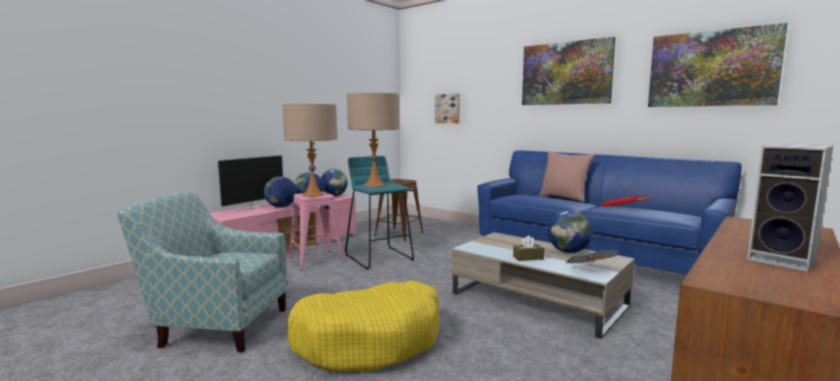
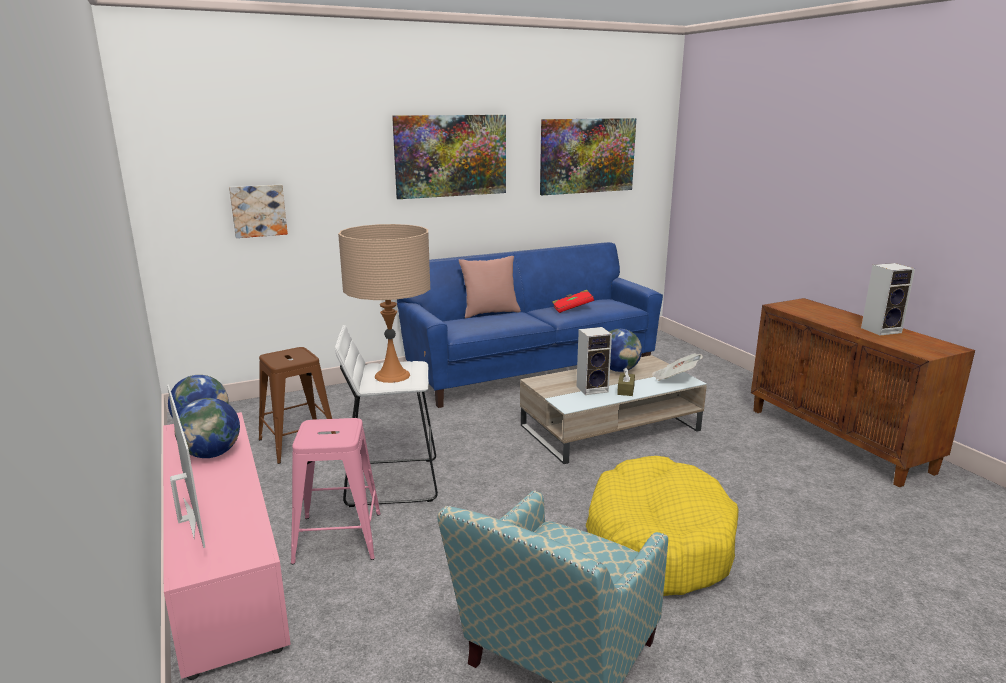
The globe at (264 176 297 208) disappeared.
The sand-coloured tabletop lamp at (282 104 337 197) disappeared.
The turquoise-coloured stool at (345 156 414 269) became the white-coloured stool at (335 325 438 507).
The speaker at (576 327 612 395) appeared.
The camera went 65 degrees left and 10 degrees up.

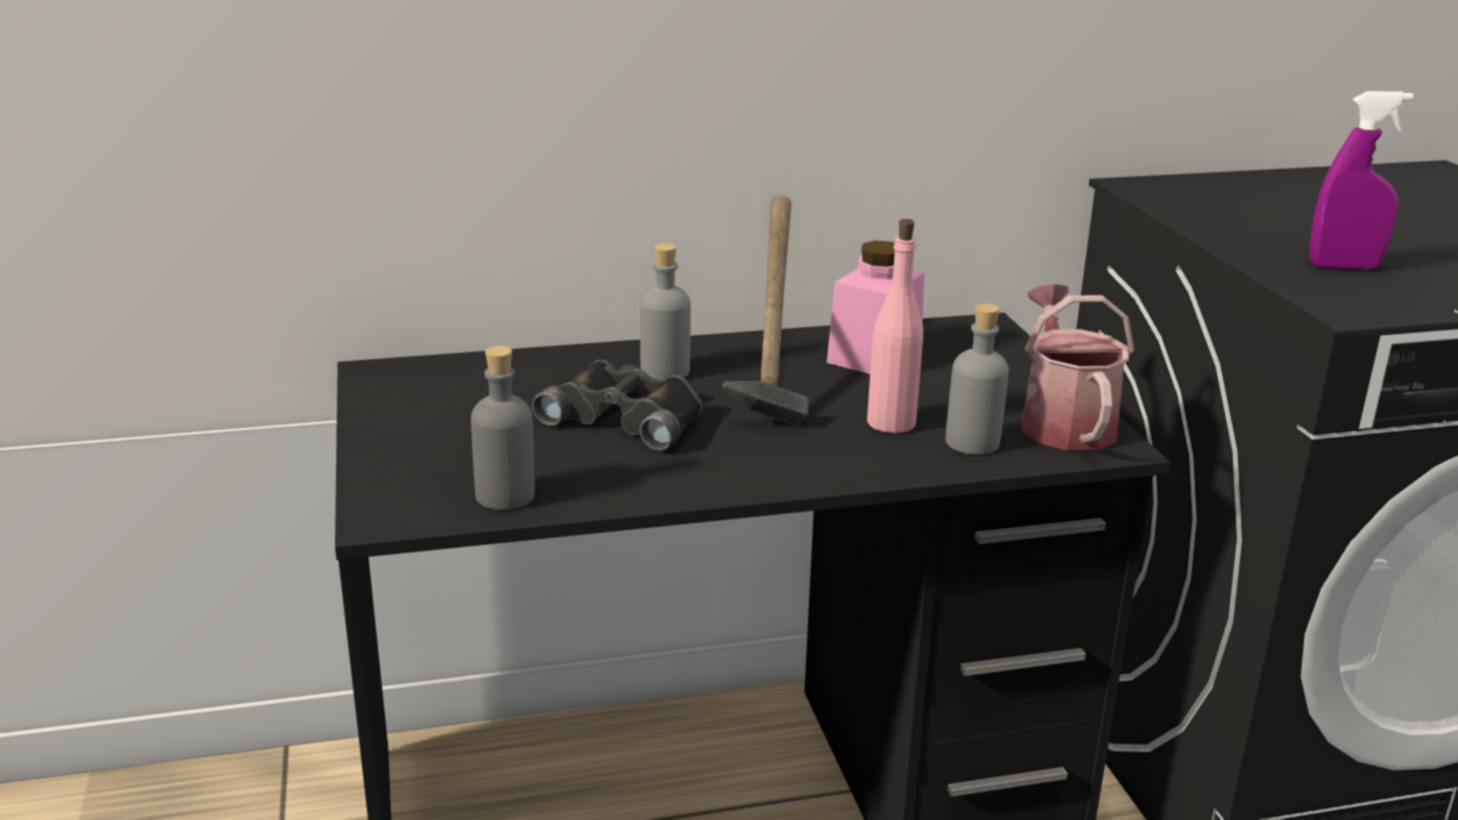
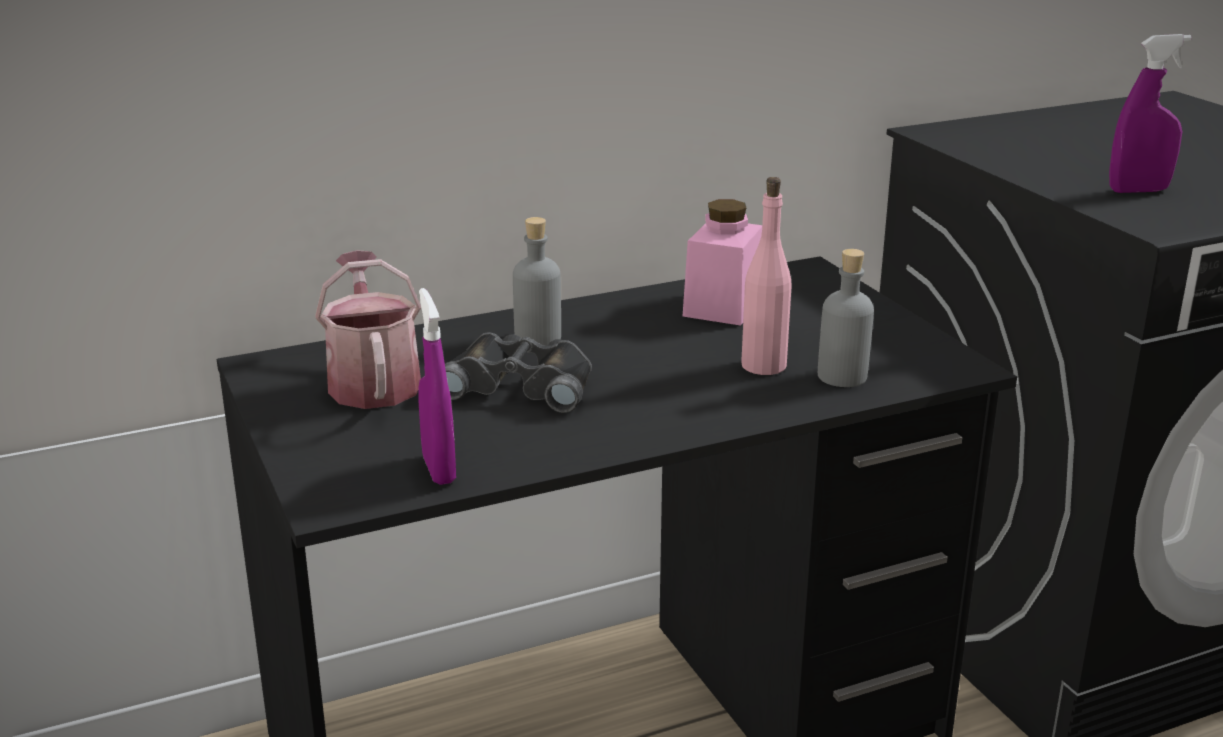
The greyish beverage bottle at (471 346 535 510) was replaced by the purple hand sprayer at (418 288 456 485).
The tool hammer at (722 196 809 425) disappeared.
The watering can moved from (1021 284 1135 451) to (315 250 421 409).
The camera went 10 degrees left and 0 degrees up.

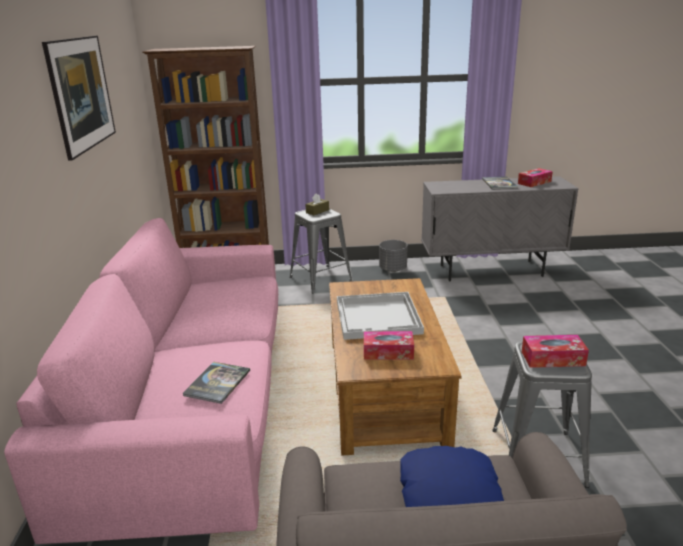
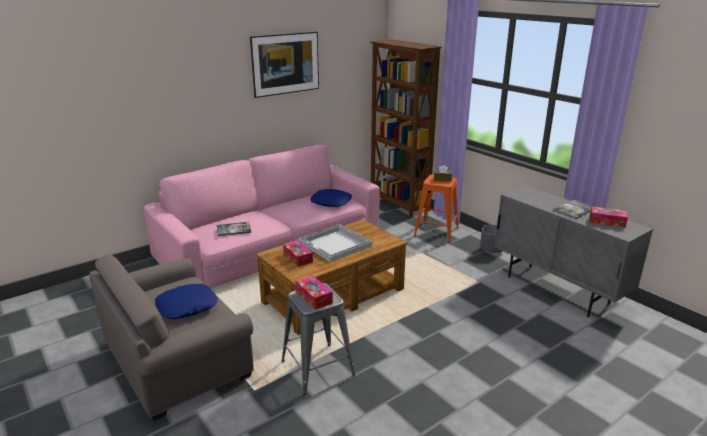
The greyish stool at (290 209 352 293) became the orange stool at (414 175 459 243).
The blue pillow at (310 189 352 207) appeared.
The camera went 55 degrees right and 0 degrees up.

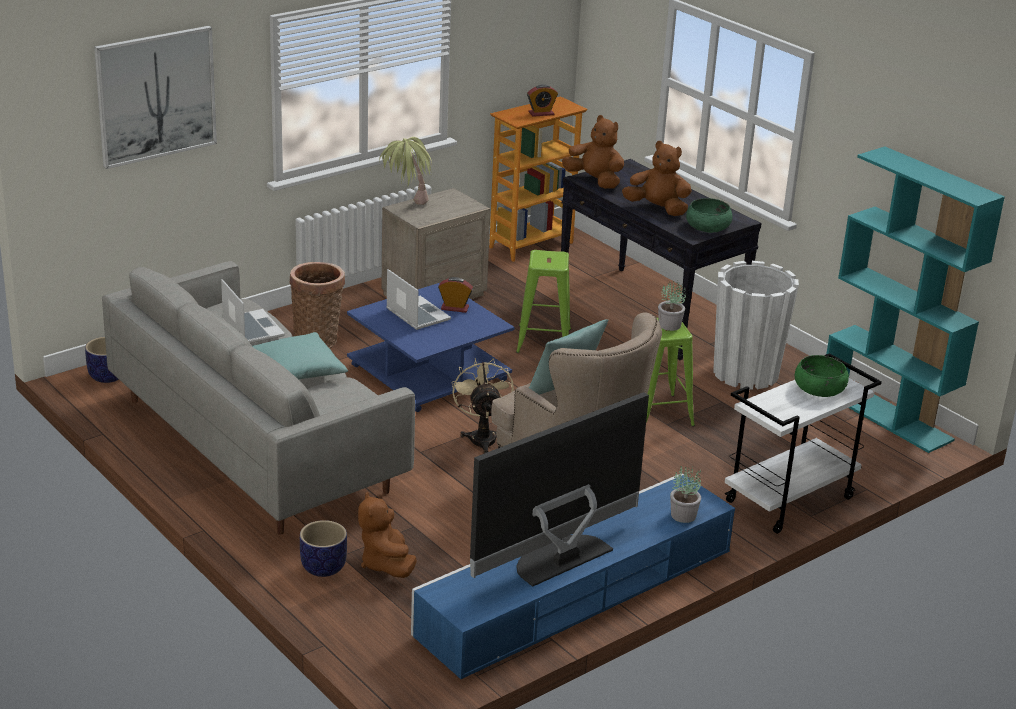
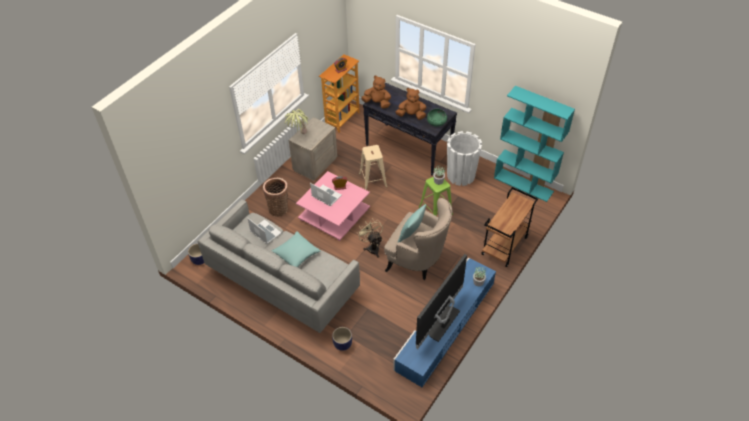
The wall art at (94 26 217 169) disappeared.
The blue coffee table at (347 283 515 412) became the pink coffee table at (296 171 370 241).
The brown cuddly toy at (358 492 417 578) disappeared.
The greenish stool at (516 250 571 353) became the sand-coloured stool at (359 145 387 190).
The white-coloured wheeled cart at (725 353 882 534) became the brown wheeled cart at (481 187 538 267).
The greenish deep dish at (795 355 849 397) disappeared.
The camera went 15 degrees left and 20 degrees up.

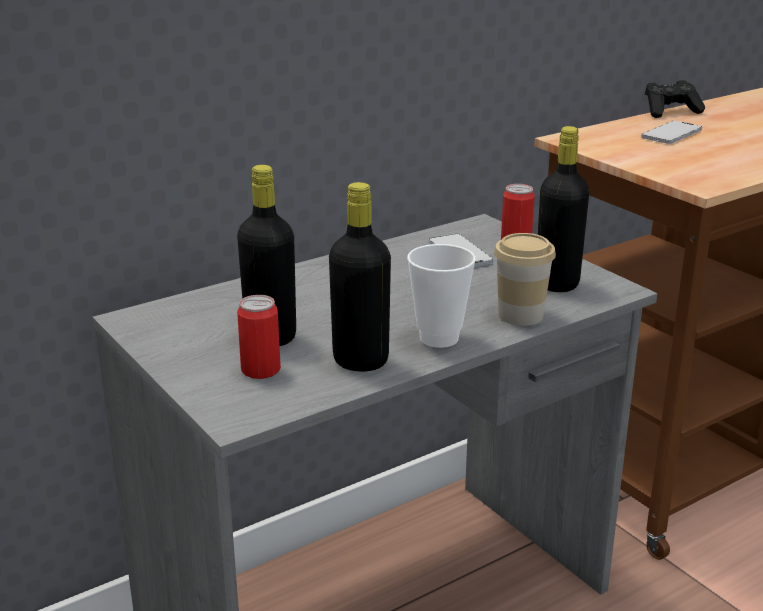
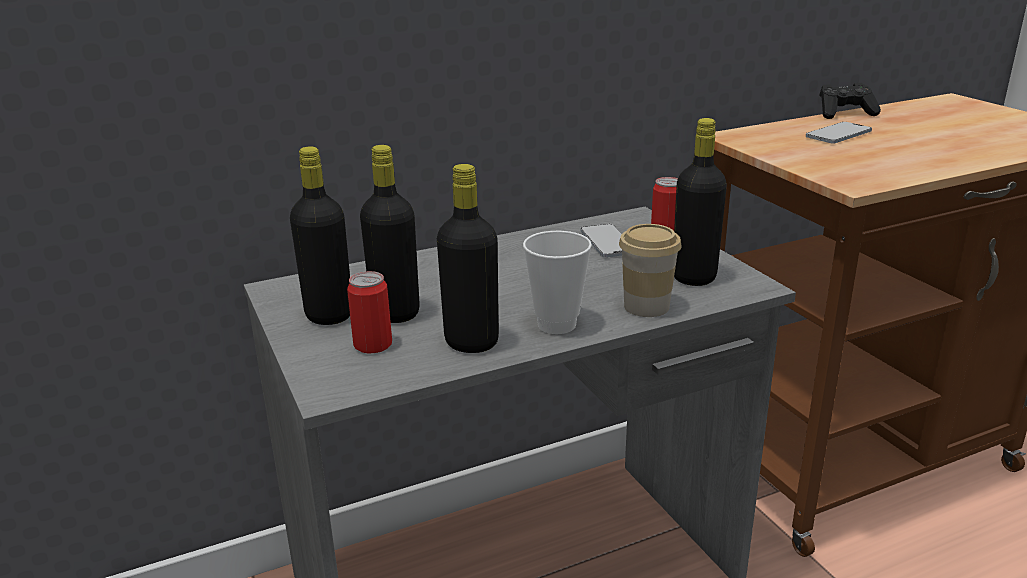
The blackish beverage bottle at (290 146 350 325) appeared.
The camera went 10 degrees right and 0 degrees up.

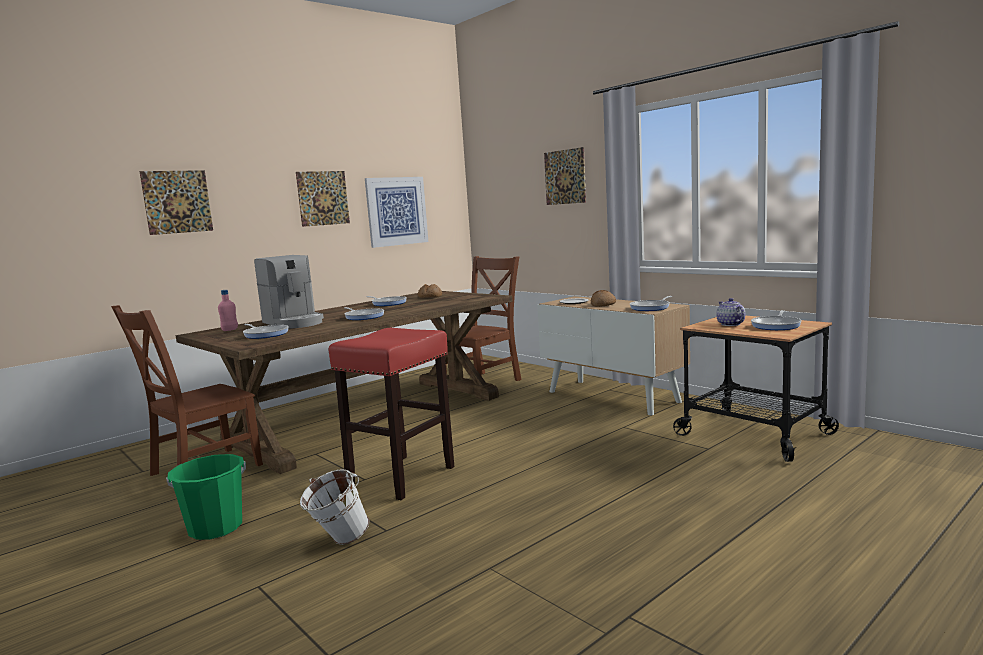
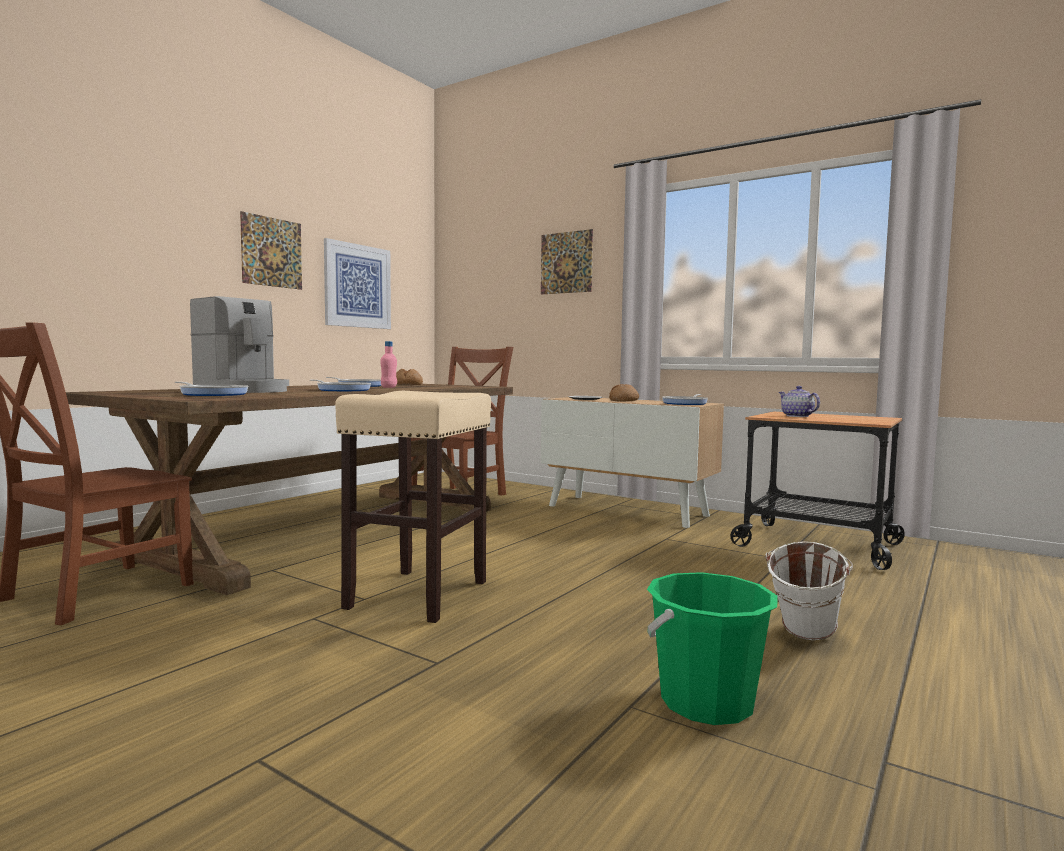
The wall art at (139 170 213 235) disappeared.
The greenish water bucket moved from (166 454 246 540) to (647 572 778 725).
The pink beverage bottle moved from (218 290 238 331) to (381 341 397 388).
The white-coloured water bucket moved from (300 469 369 545) to (765 541 853 640).
The red stool at (329 328 454 500) became the sand-coloured stool at (335 391 491 623).
The pan at (751 310 802 330) disappeared.
The camera went 15 degrees left and 5 degrees down.

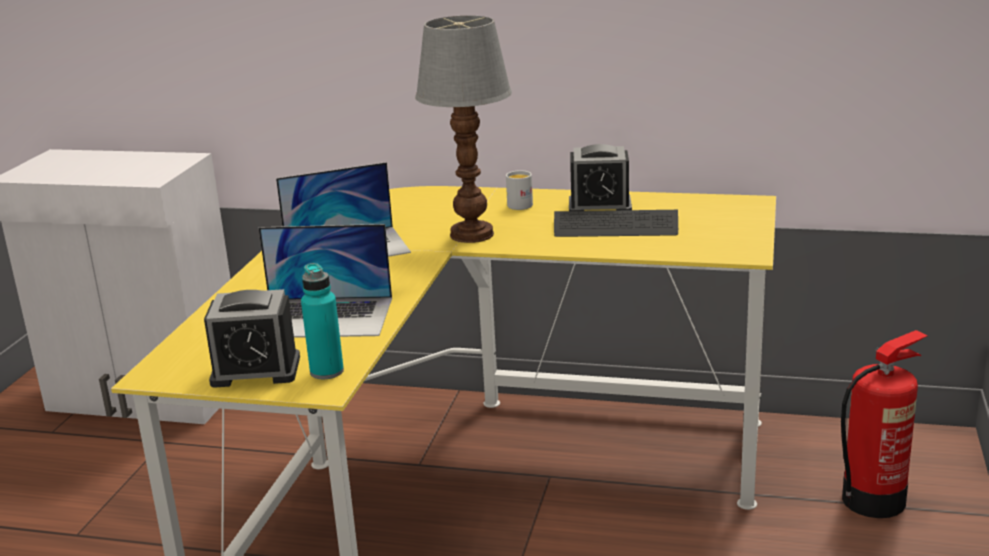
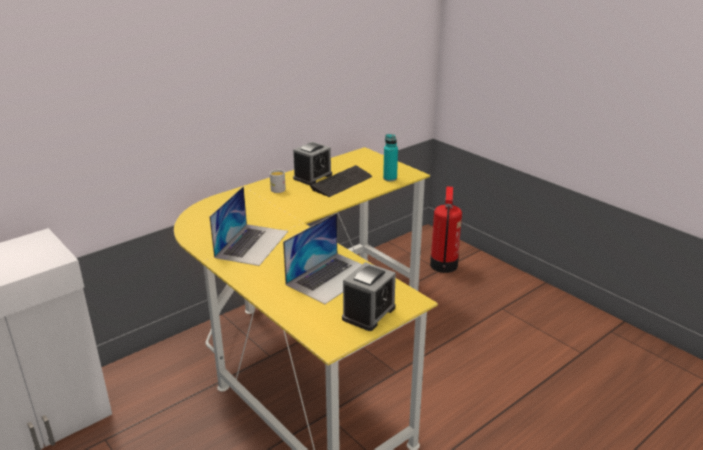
The turquoise-coloured beverage bottle moved from (301 263 344 379) to (383 134 398 181).
The tabletop lamp at (415 15 512 243) disappeared.
The camera went 55 degrees left and 5 degrees up.

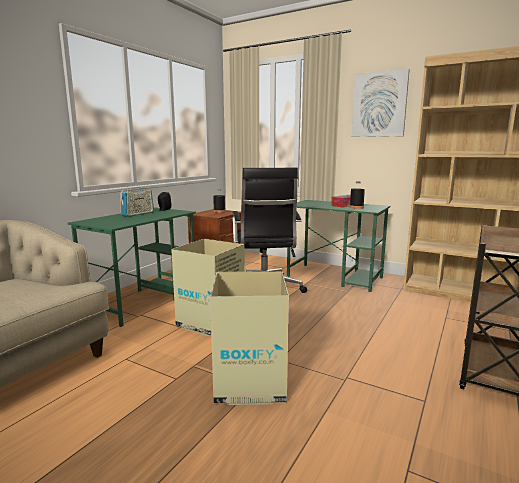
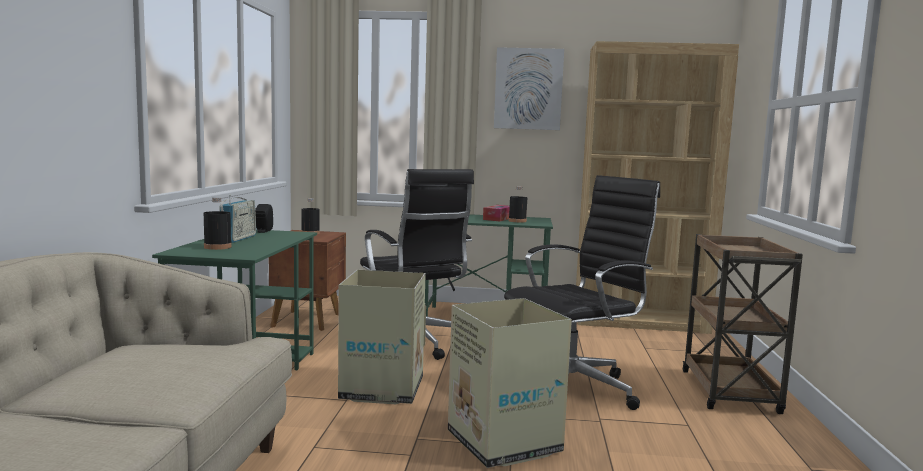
The blackish beverage bottle at (204 197 232 250) appeared.
The blackish computer chair at (504 175 660 410) appeared.
The camera went 25 degrees left and 5 degrees down.

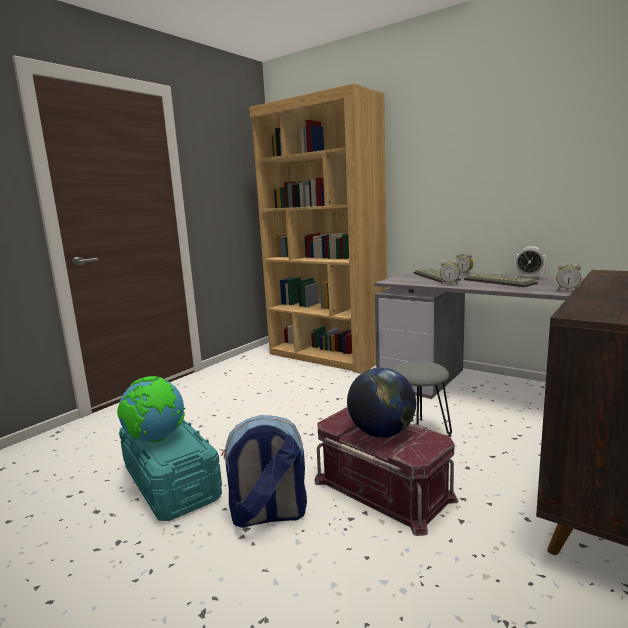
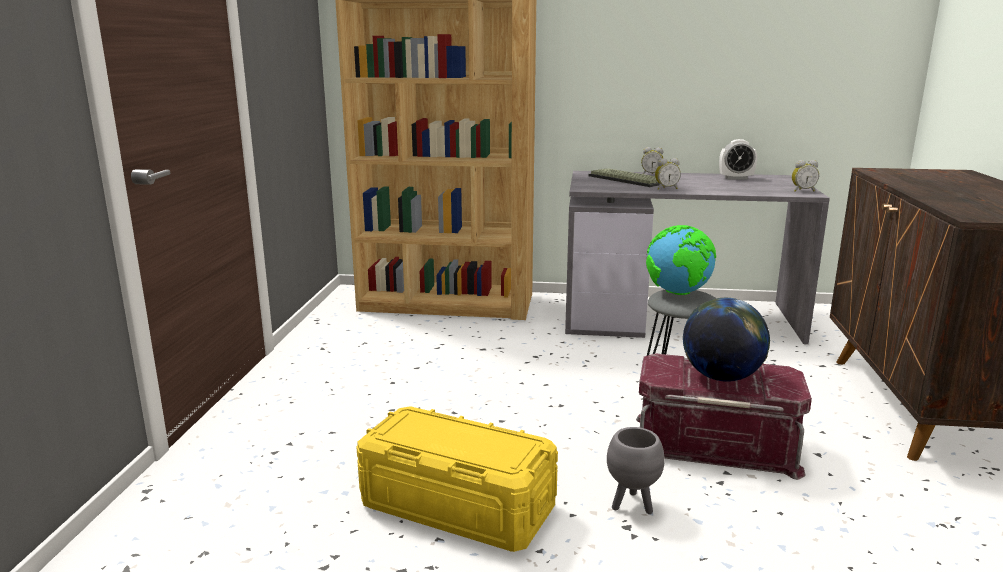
The globe moved from (117 376 185 443) to (646 225 716 295).
The turquoise-coloured storage bin at (119 419 222 521) became the yellowish storage bin at (356 406 558 552).
The backpack at (221 415 307 528) was replaced by the greyish planter at (607 427 665 514).
The keyboard at (464 273 538 287) disappeared.
The camera went 30 degrees left and 5 degrees up.

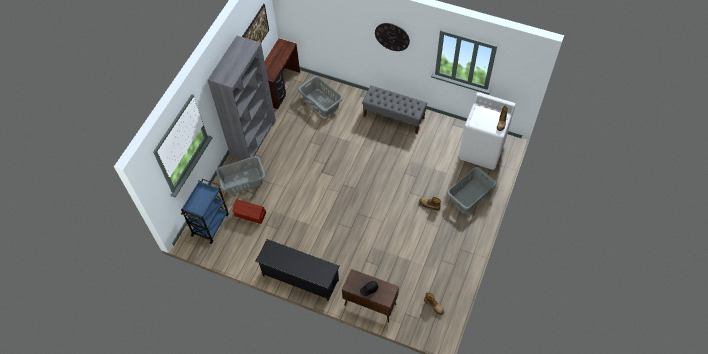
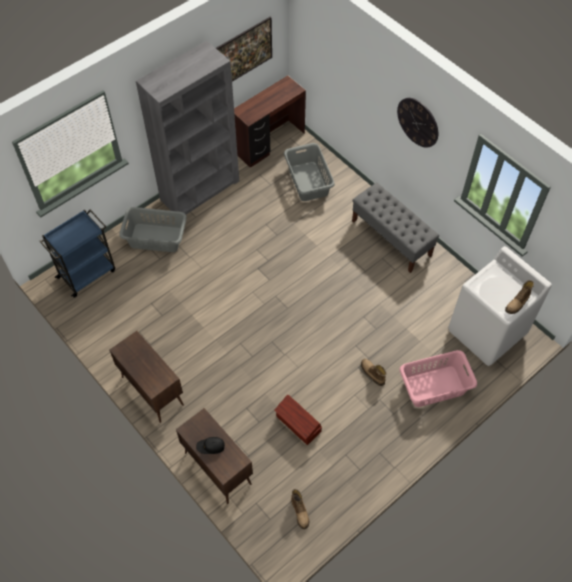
The brown storage bin moved from (232 199 266 224) to (274 395 322 445).
The blackish shoe shelf at (256 239 340 301) was replaced by the brown cabinet at (109 331 184 423).
The greyish hamper at (447 167 496 213) became the pink hamper at (399 350 477 407).
The camera went 25 degrees right and 0 degrees up.

